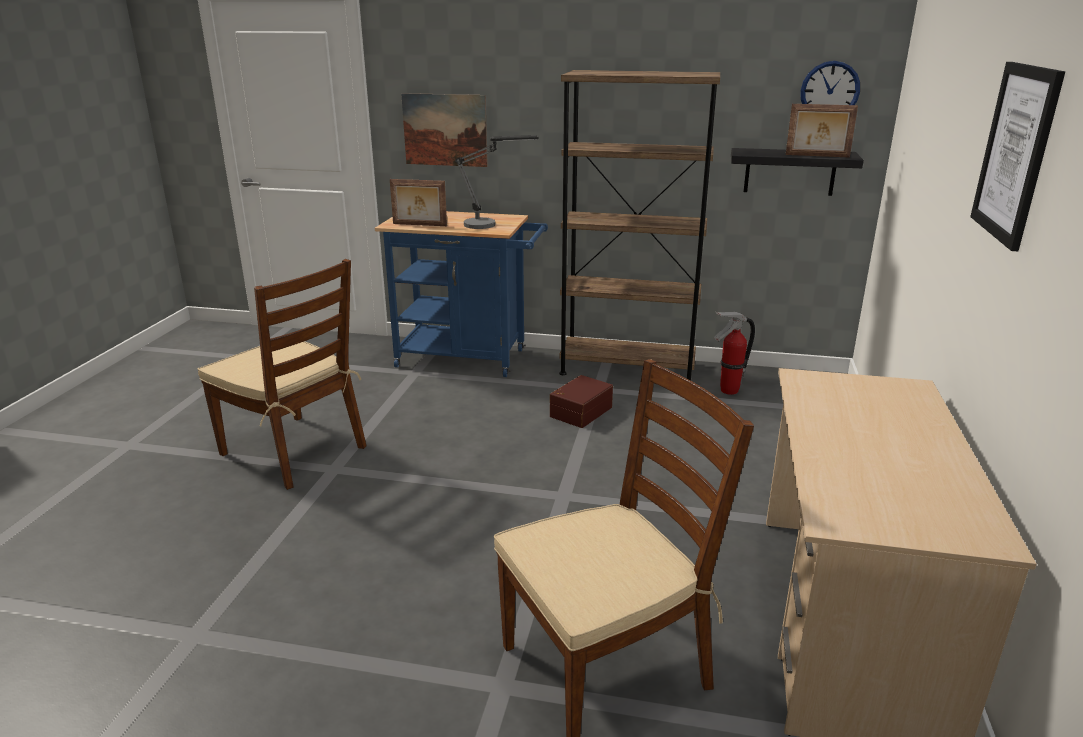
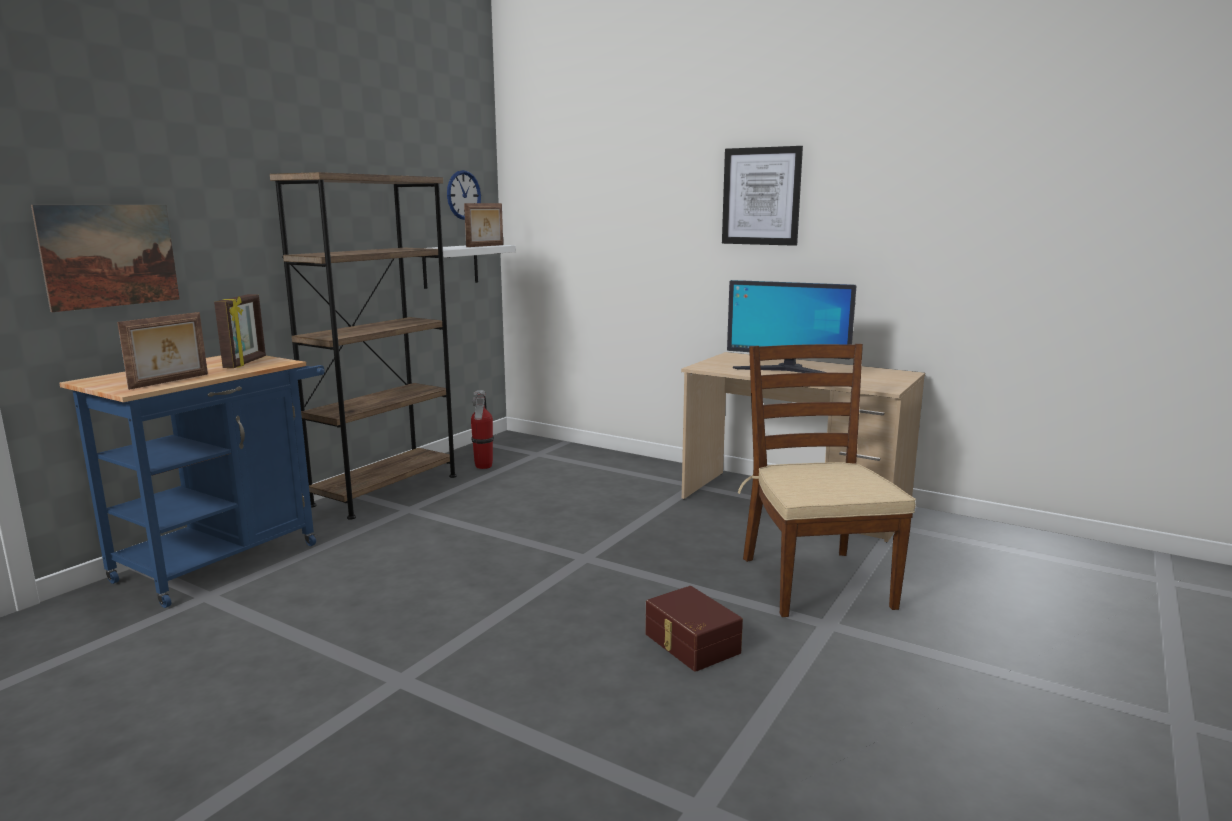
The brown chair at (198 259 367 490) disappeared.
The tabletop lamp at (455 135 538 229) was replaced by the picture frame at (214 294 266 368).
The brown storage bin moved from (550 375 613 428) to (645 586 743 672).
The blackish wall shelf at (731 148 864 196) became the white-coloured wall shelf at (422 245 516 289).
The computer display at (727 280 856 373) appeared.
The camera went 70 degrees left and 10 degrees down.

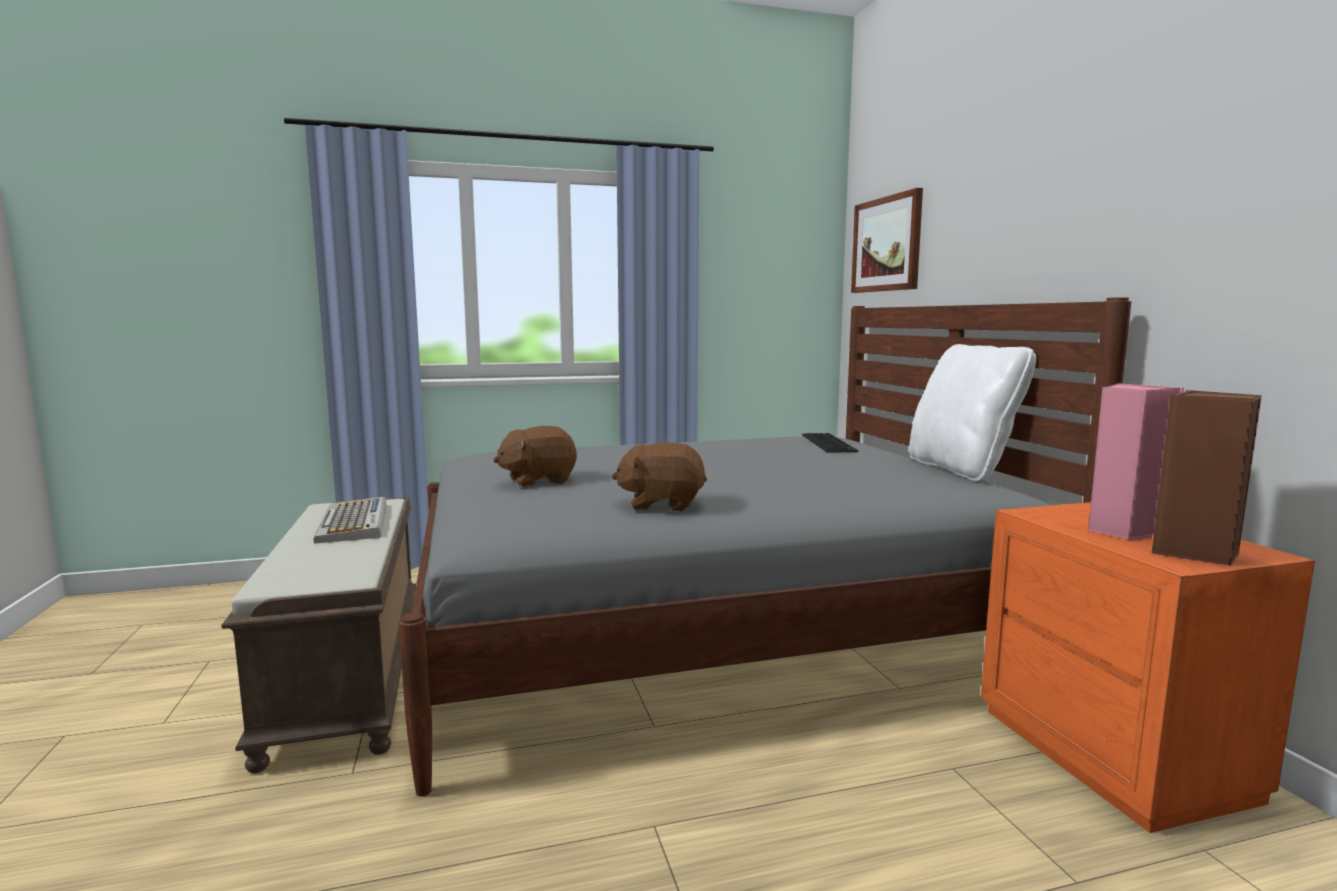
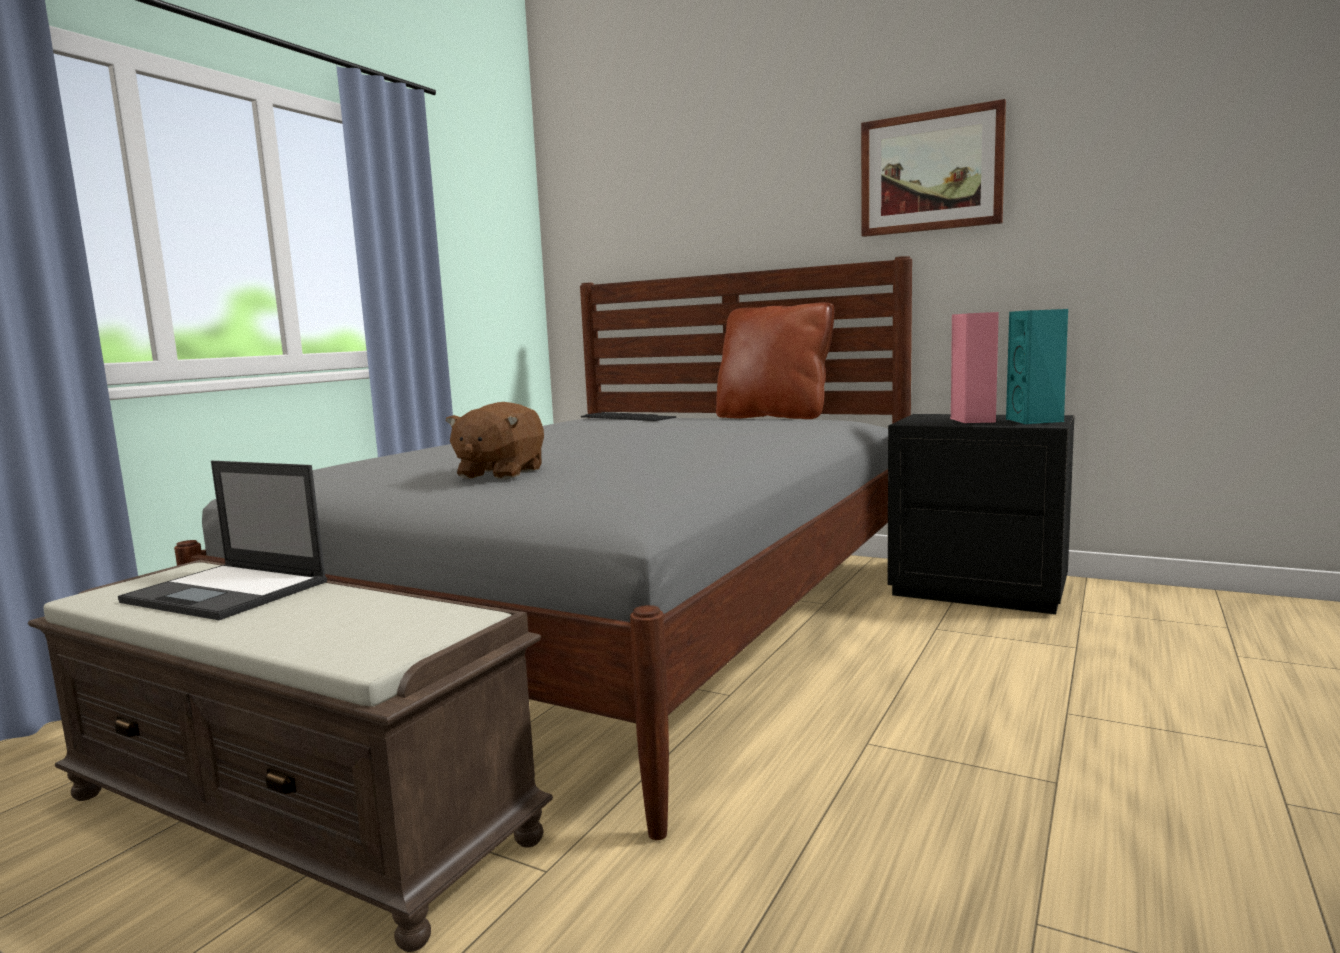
The keyboard at (313 497 387 544) was replaced by the laptop at (118 461 327 620).
The brown cuddly toy at (612 442 707 511) disappeared.
The wall art moved from (851 188 923 293) to (861 99 1006 237).
The white-coloured pillow at (909 344 1036 481) became the brown pillow at (716 302 835 419).
The orange nightstand at (981 502 1315 833) became the blackish nightstand at (888 414 1074 614).
The brown speaker at (1152 390 1262 566) became the turquoise-coloured speaker at (1006 309 1068 424).
The camera went 45 degrees left and 0 degrees up.

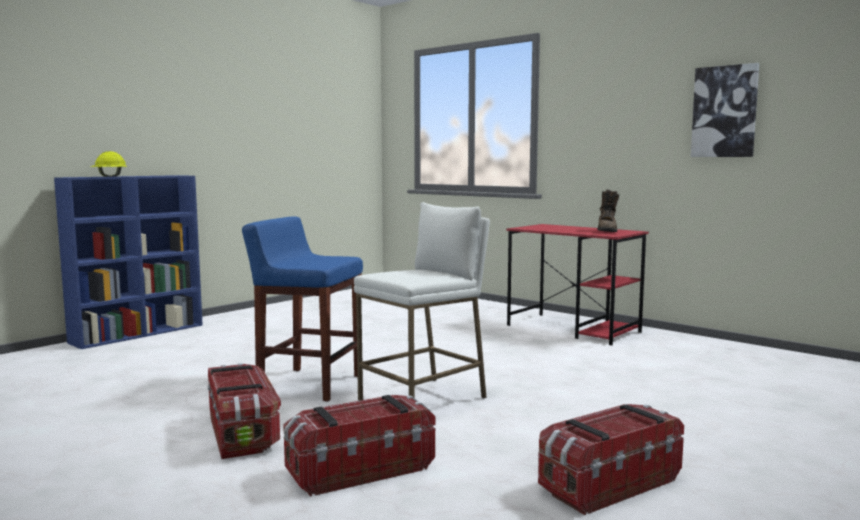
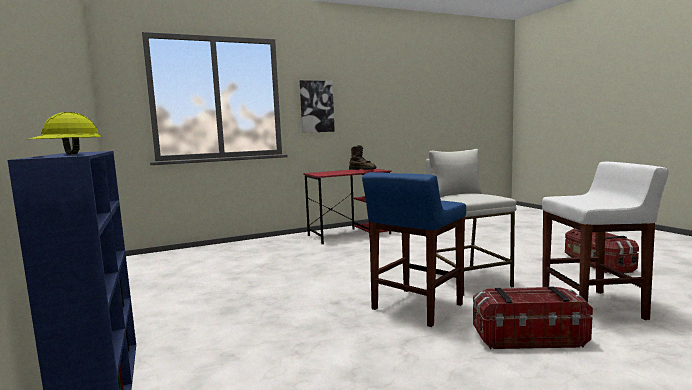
The storage bin at (283 395 435 497) was replaced by the white-coloured stool at (542 162 669 320).
The wall art moved from (691 63 759 157) to (300 80 335 133).
The camera went 65 degrees left and 0 degrees up.

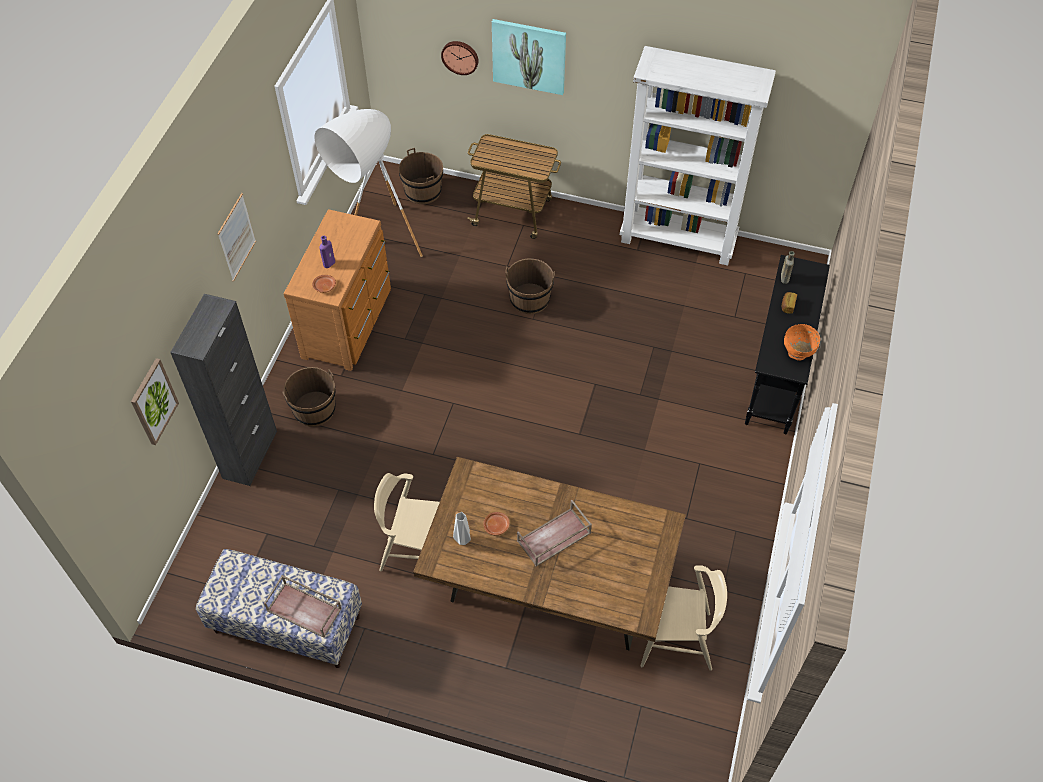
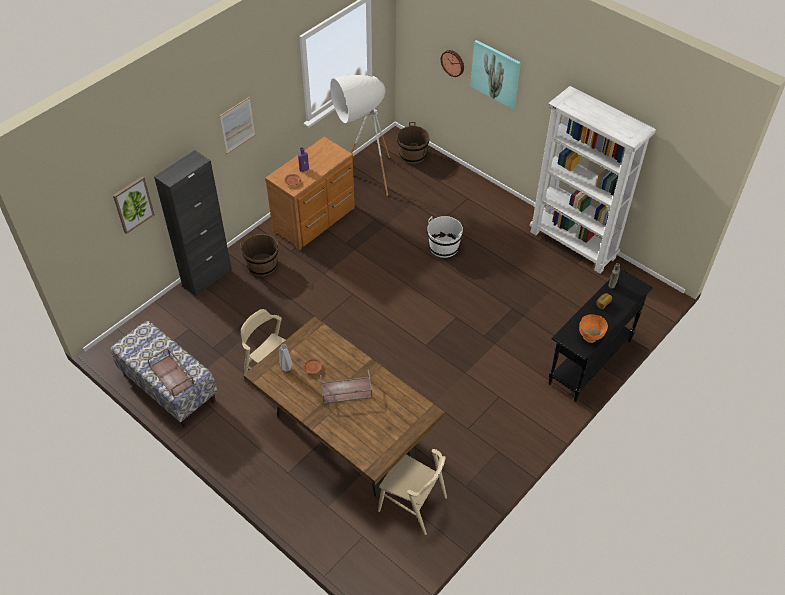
The wheeled cart at (467 134 561 239) disappeared.
The brown water bucket at (505 258 555 314) became the white-coloured water bucket at (427 216 463 258).
The camera went 25 degrees right and 5 degrees down.

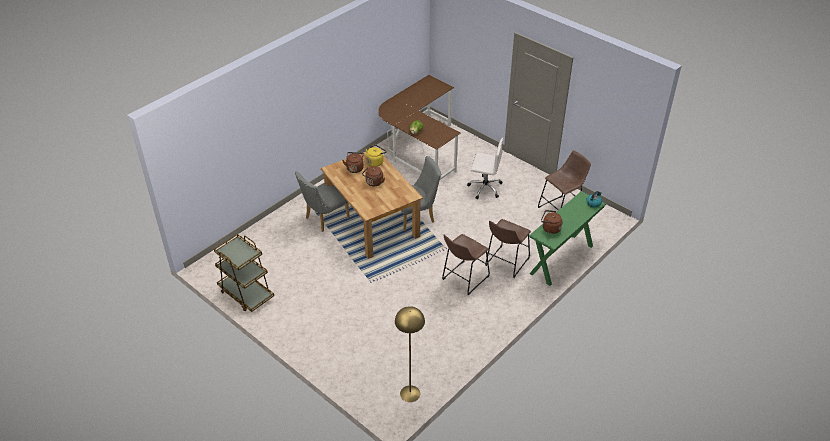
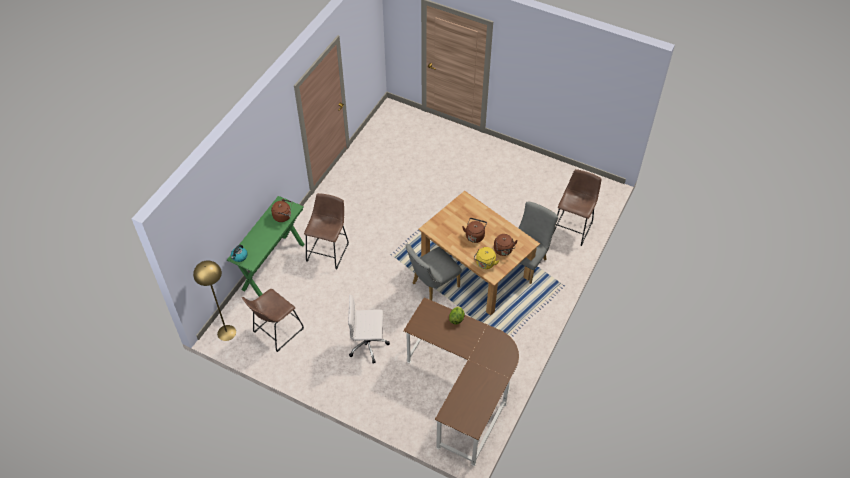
The brown wheeled cart at (214 234 274 312) disappeared.
The yellowish floor lamp moved from (395 306 425 402) to (193 260 236 341).
The brown stool moved from (442 234 490 295) to (552 169 601 246).
The camera went 165 degrees right and 10 degrees up.

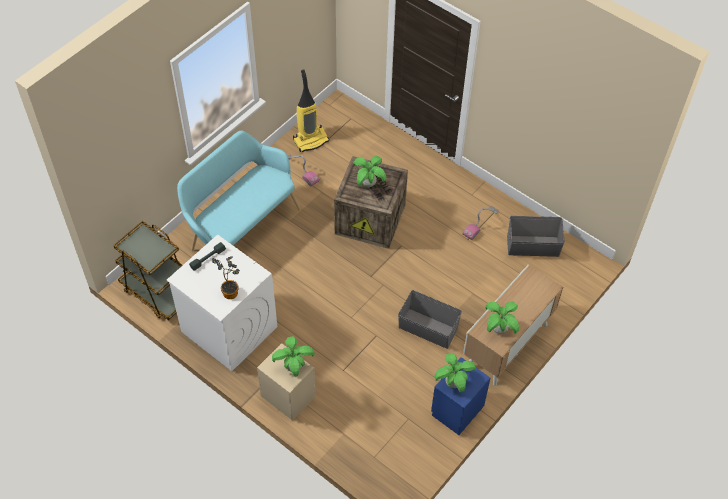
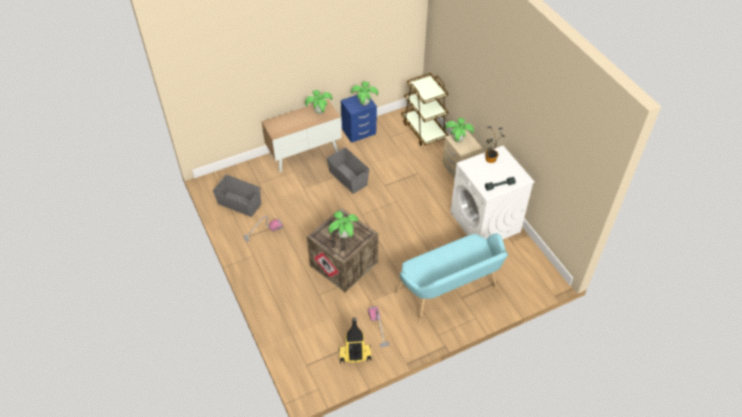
The brown wheeled cart moved from (113 221 183 320) to (401 73 448 146).
The camera went 155 degrees left and 5 degrees down.

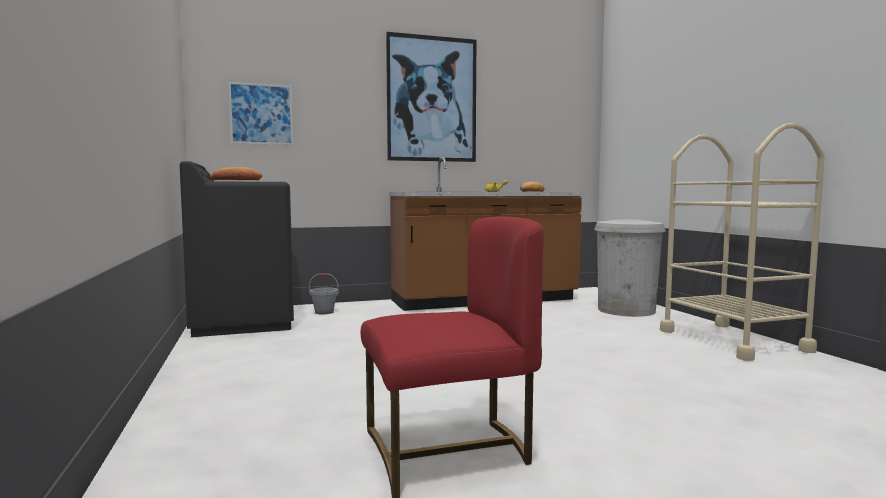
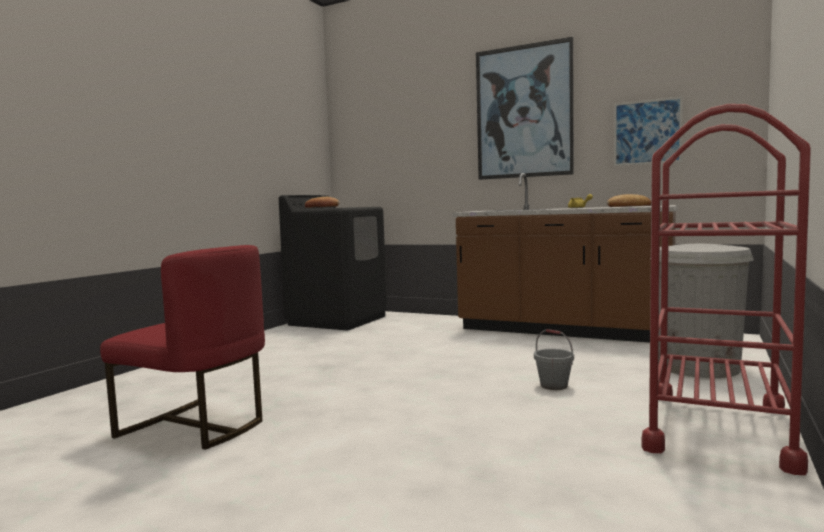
The wall art moved from (228 82 293 145) to (614 96 683 166).
The greyish water bucket moved from (309 273 339 314) to (534 329 574 390).
The sand-coloured wheeled cart at (660 123 825 361) became the red wheeled cart at (642 104 811 475).
The camera went 45 degrees right and 0 degrees up.

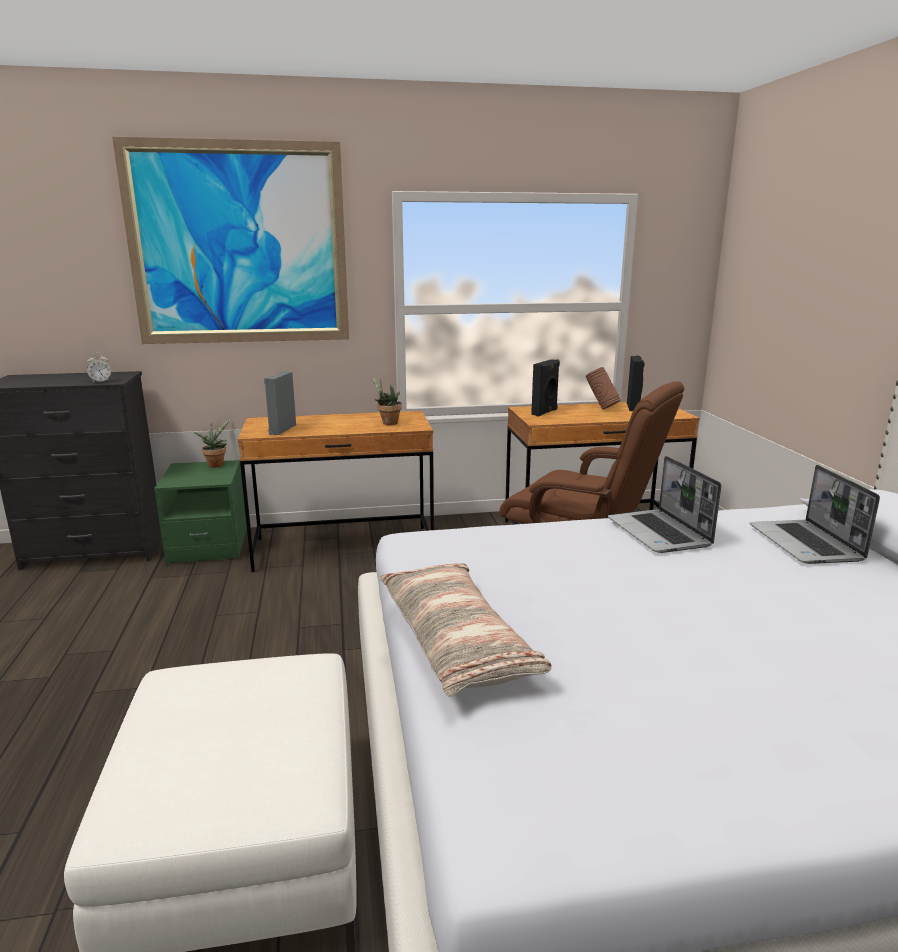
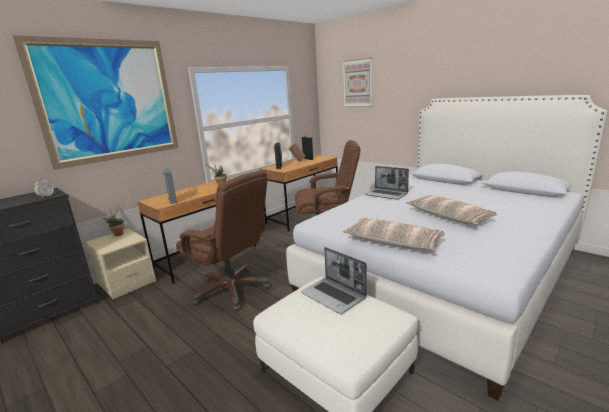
The greenish nightstand at (154 460 247 563) became the sand-coloured nightstand at (86 229 156 299).
The laptop moved from (750 465 880 564) to (301 247 367 314).
The brown computer chair at (176 170 271 311) appeared.
The wall art at (343 58 372 107) appeared.
The pillow at (407 195 497 224) appeared.
The camera went 35 degrees left and 0 degrees up.

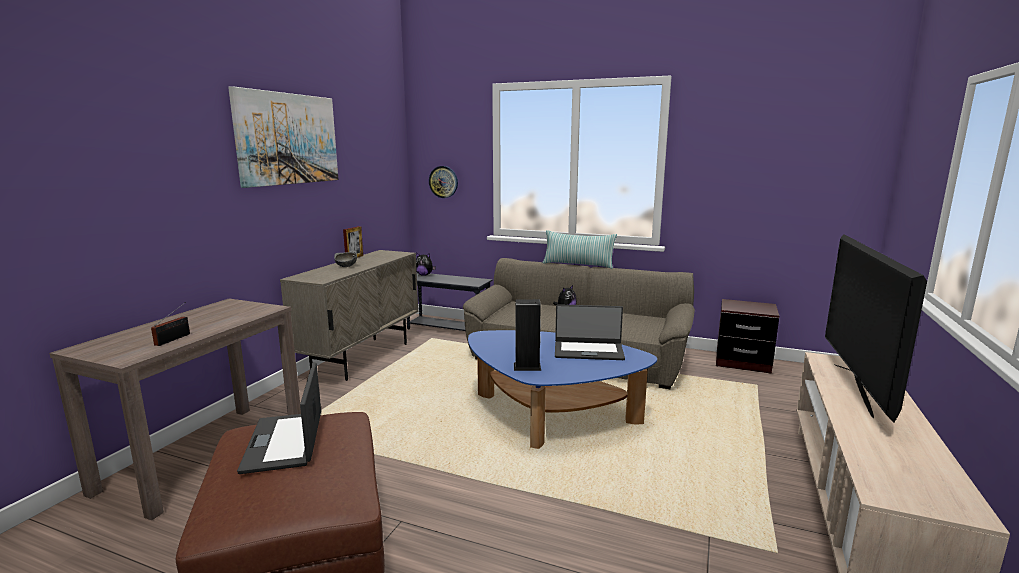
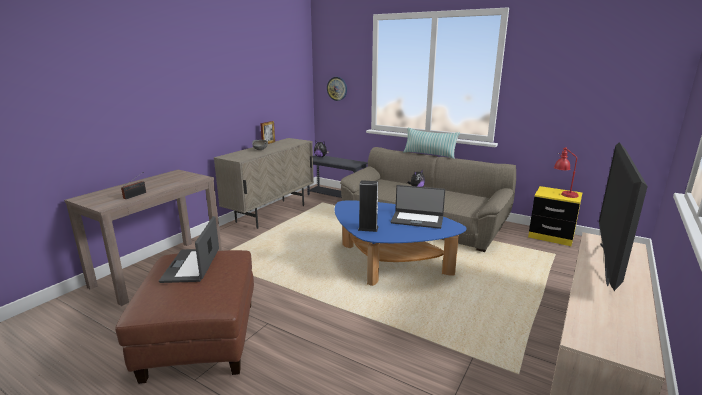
The wall art at (228 86 338 188) disappeared.
The brown nightstand at (716 299 779 374) became the yellowish nightstand at (528 186 582 246).
The red tabletop lamp at (554 147 579 198) appeared.
The camera went 10 degrees right and 5 degrees up.

